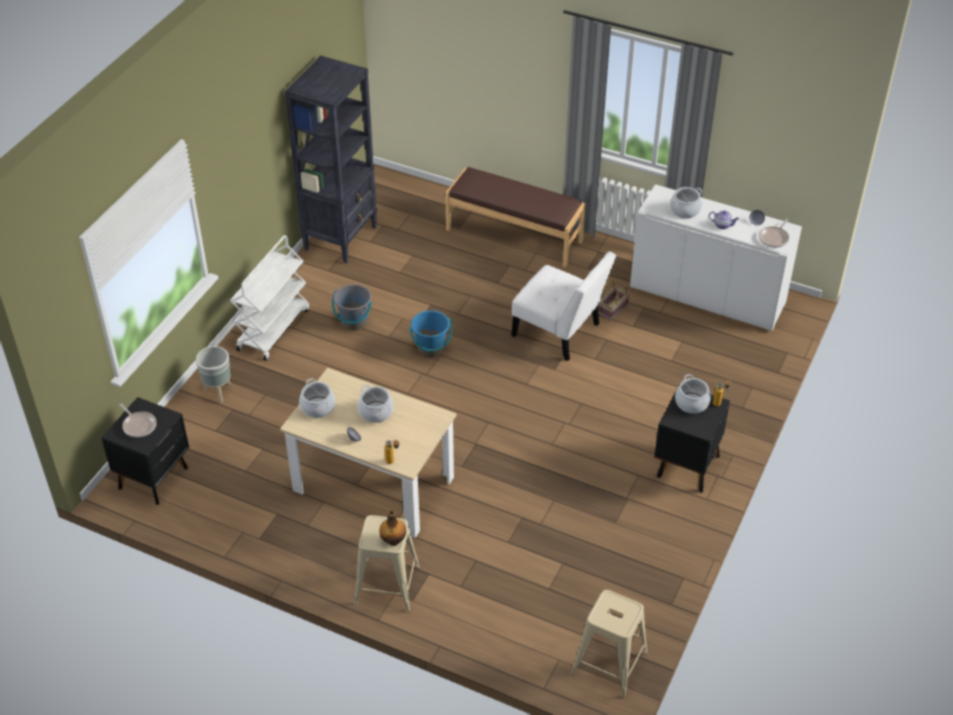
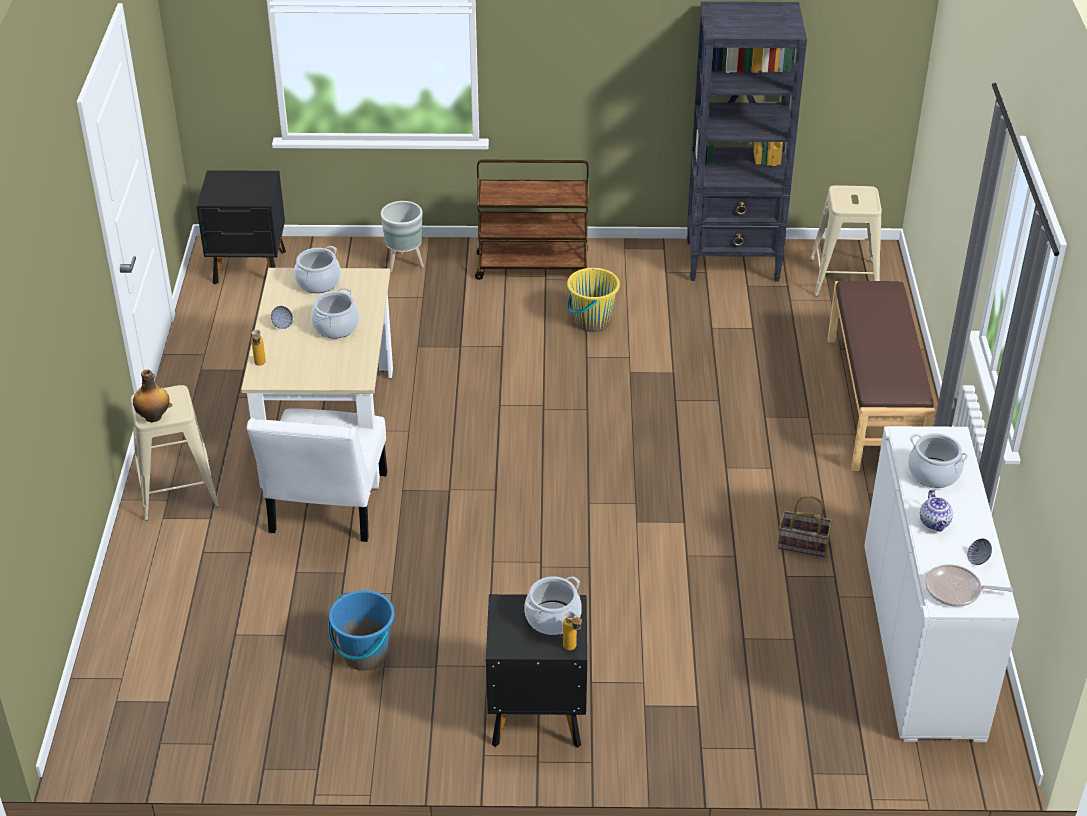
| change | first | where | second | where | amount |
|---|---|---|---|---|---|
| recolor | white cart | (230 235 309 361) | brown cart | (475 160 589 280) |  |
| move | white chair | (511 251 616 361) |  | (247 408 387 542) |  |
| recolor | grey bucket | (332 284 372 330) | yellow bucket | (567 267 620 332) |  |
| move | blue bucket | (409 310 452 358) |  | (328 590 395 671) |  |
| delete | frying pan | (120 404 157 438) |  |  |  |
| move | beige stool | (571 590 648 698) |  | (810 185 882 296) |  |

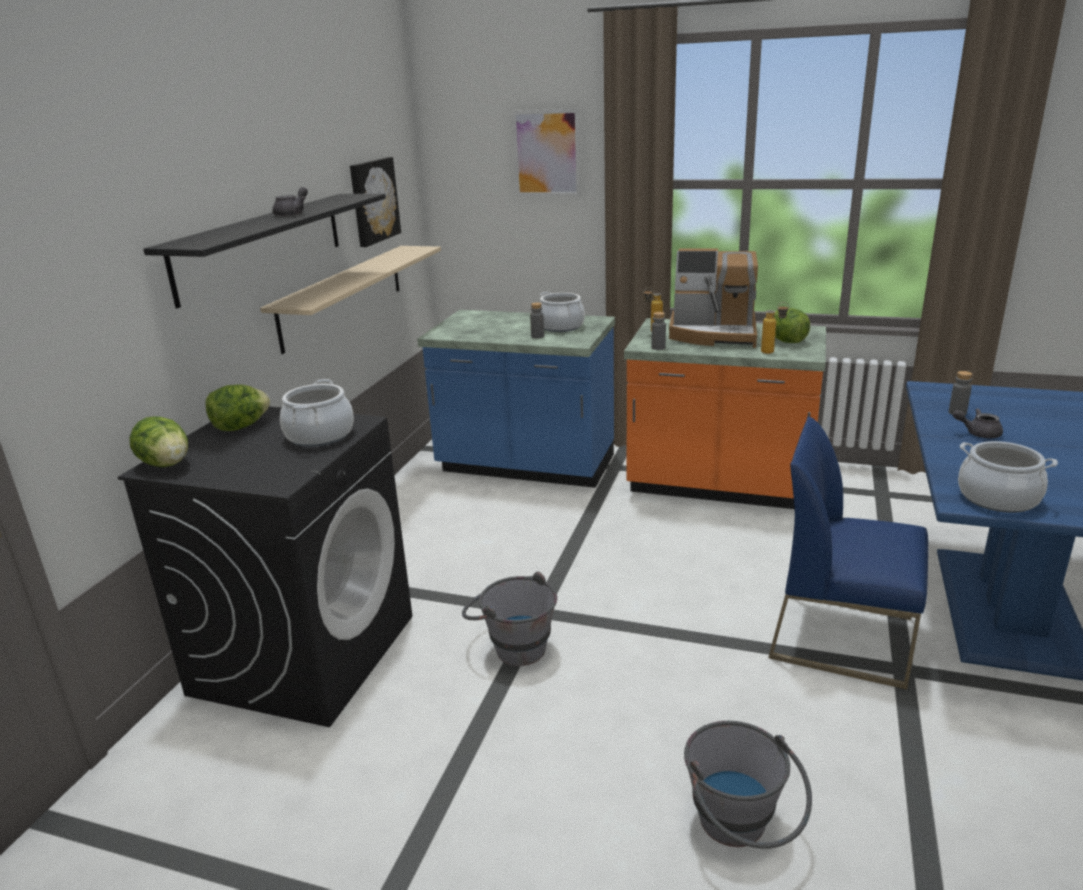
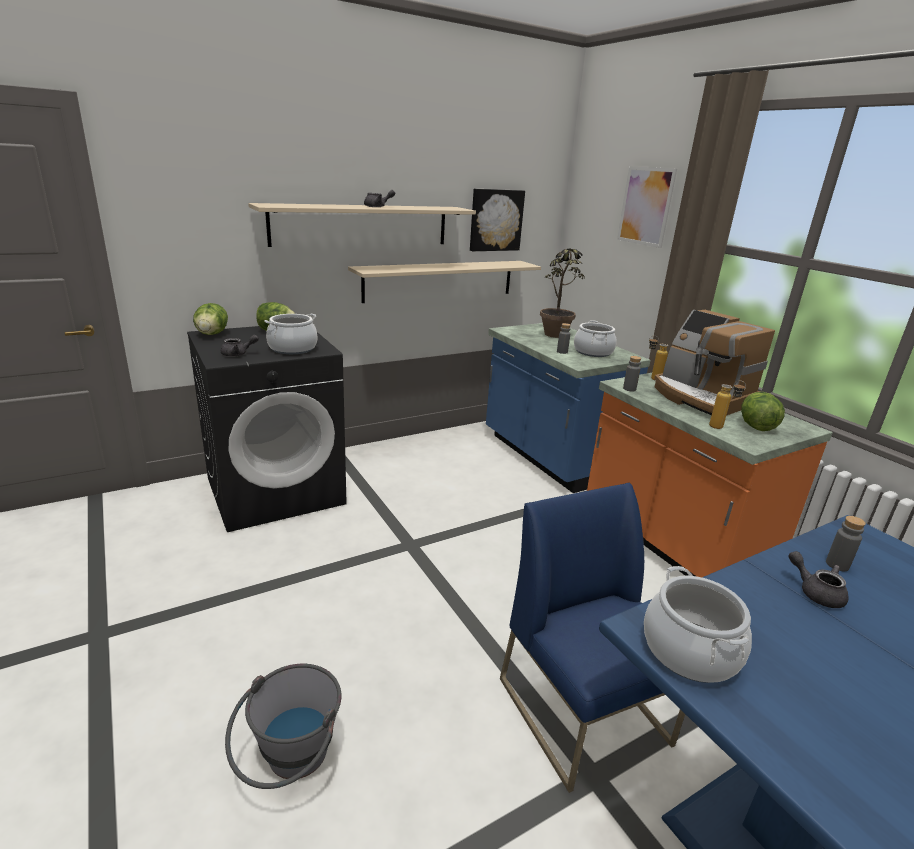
| change | first | where | second | where | amount |
|---|---|---|---|---|---|
| recolor | black shelf | (143 194 386 308) | beige shelf | (248 203 476 247) |  |
| delete | grey bucket | (462 572 557 666) |  |  |  |
| insert |  |  | potted plant | (540 248 585 338) |  |
| insert |  |  | grey teapot | (221 335 259 357) |  |

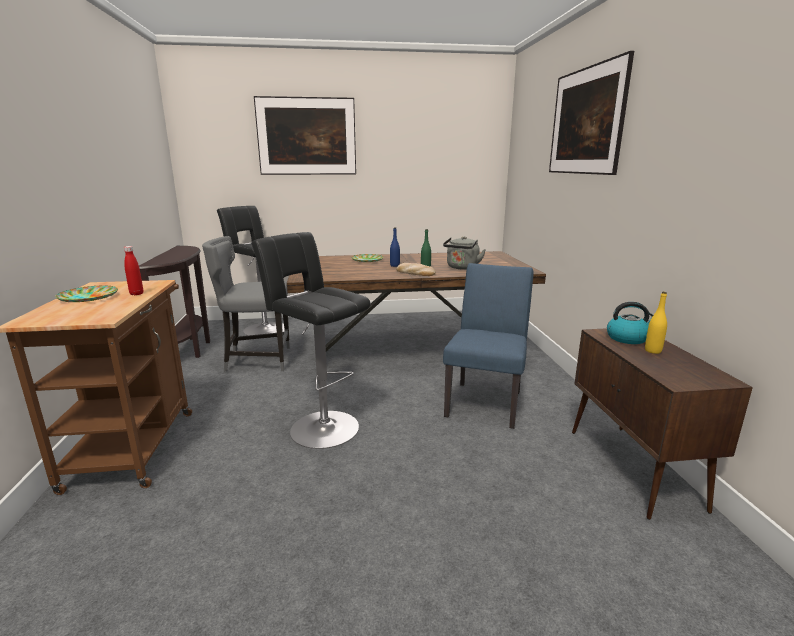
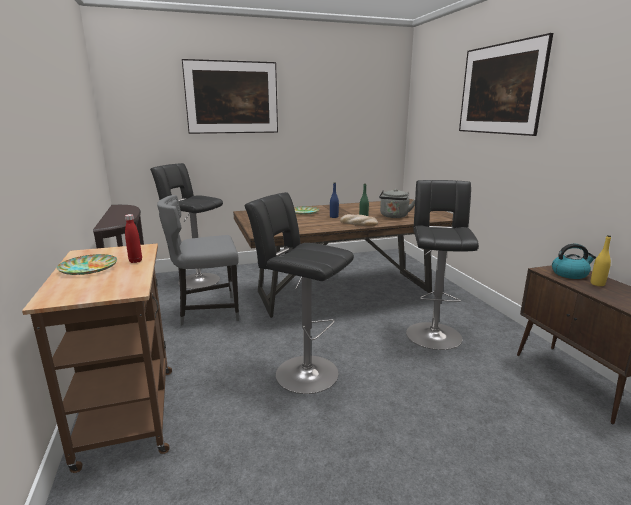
| change | first | where | second | where | amount |
|---|---|---|---|---|---|
| replace | blue chair | (443 263 534 429) | black stool | (406 180 479 350) |  |

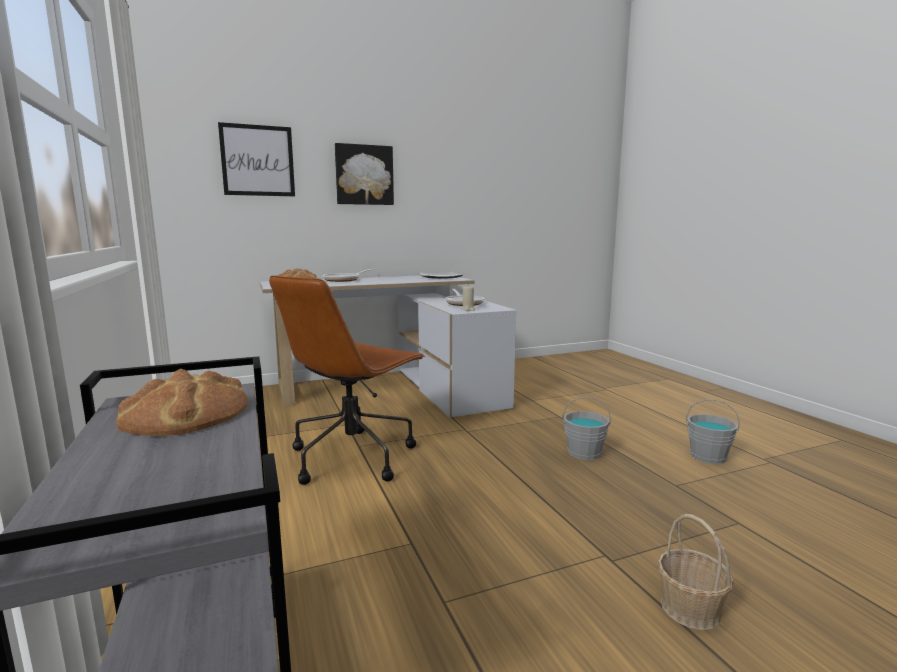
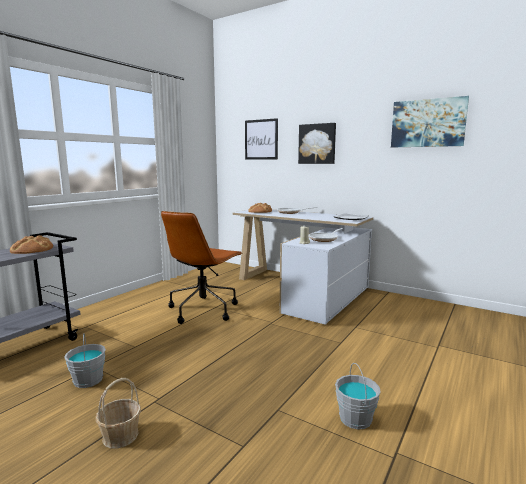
| change | first | where | second | where | amount |
|---|---|---|---|---|---|
| rotate | brown office chair | (269 275 425 485) |  | (161 211 243 324) | 60 degrees counterclockwise |
| move | grey bucket | (562 397 611 460) |  | (64 333 106 388) |  |
| insert |  |  | picture | (391 96 469 147) |  |

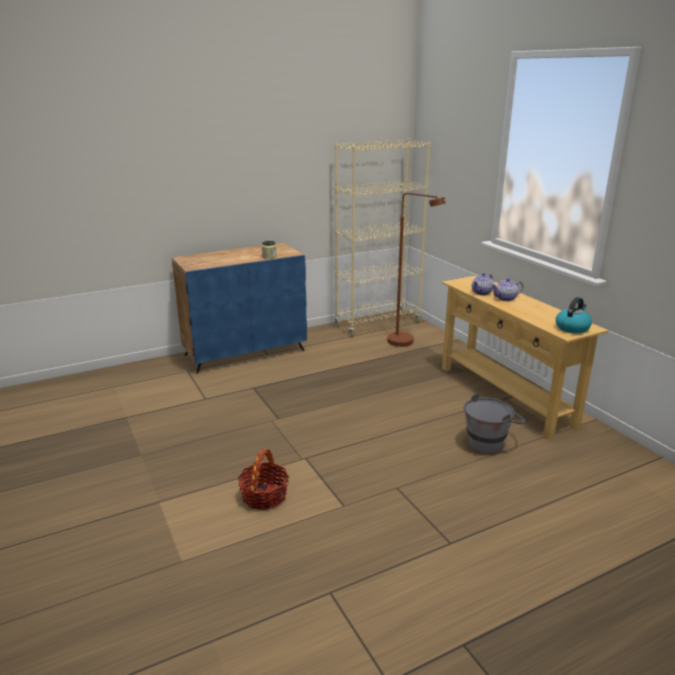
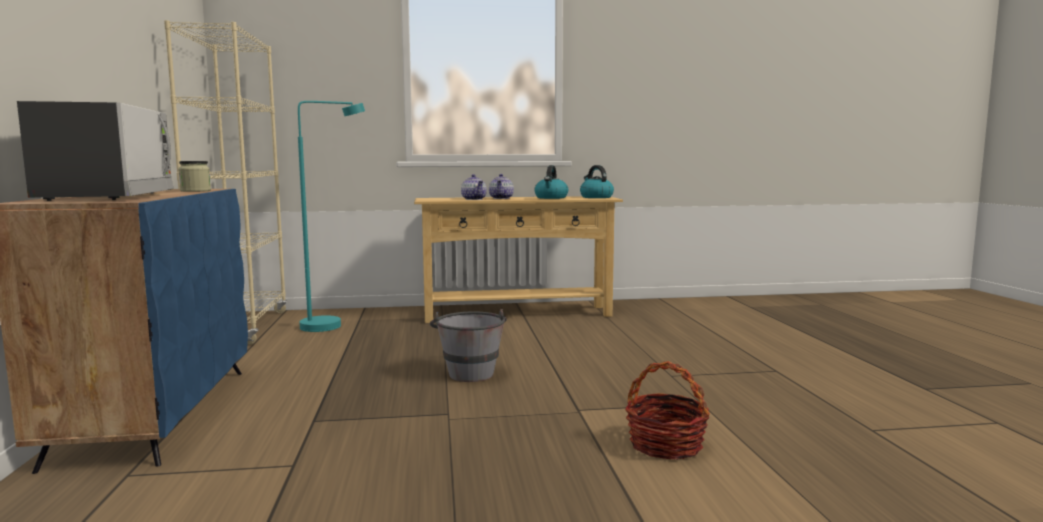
| change | first | where | second | where | amount |
|---|---|---|---|---|---|
| recolor | brown floor lamp | (387 193 446 347) | turquoise floor lamp | (298 101 365 332) |  |
| move | grey bucket | (464 393 525 453) |  | (430 309 507 382) |  |
| insert |  |  | microwave | (17 101 174 201) |  |
| insert |  |  | kettle | (534 165 568 199) |  |

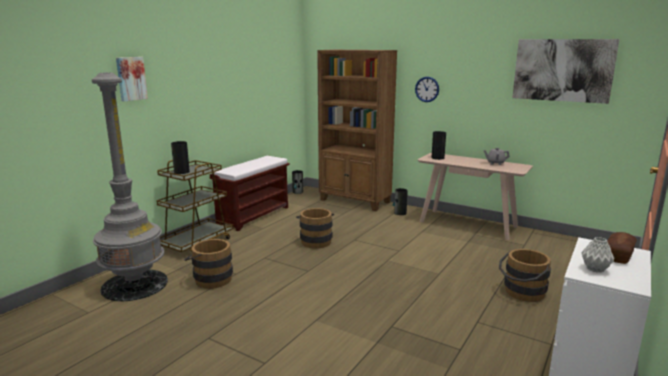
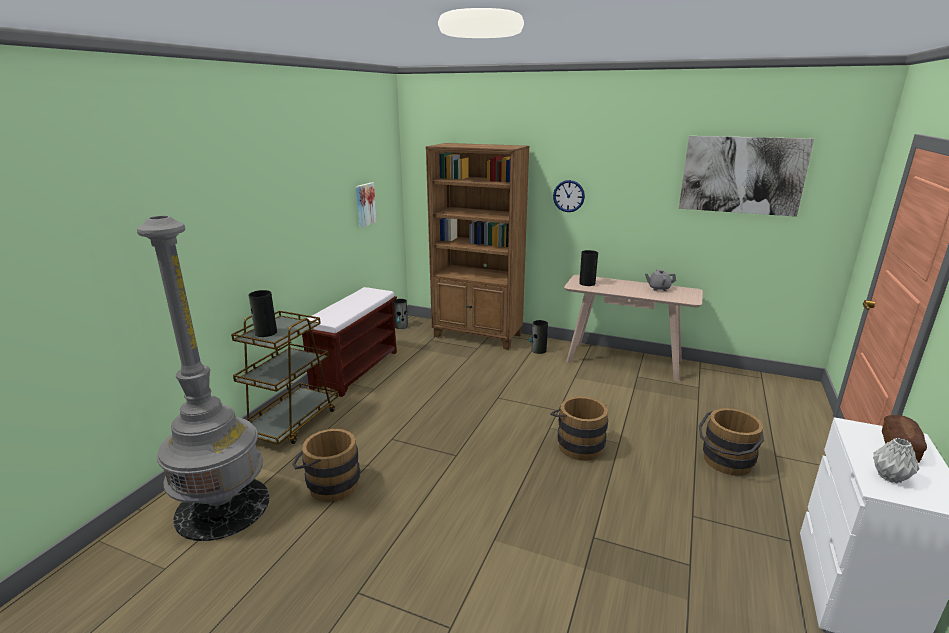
| change | first | where | second | where | amount |
|---|---|---|---|---|---|
| move | picture | (116 57 148 102) |  | (356 183 377 227) |  |
| move | brown bucket | (296 208 334 249) |  | (551 396 608 461) |  |

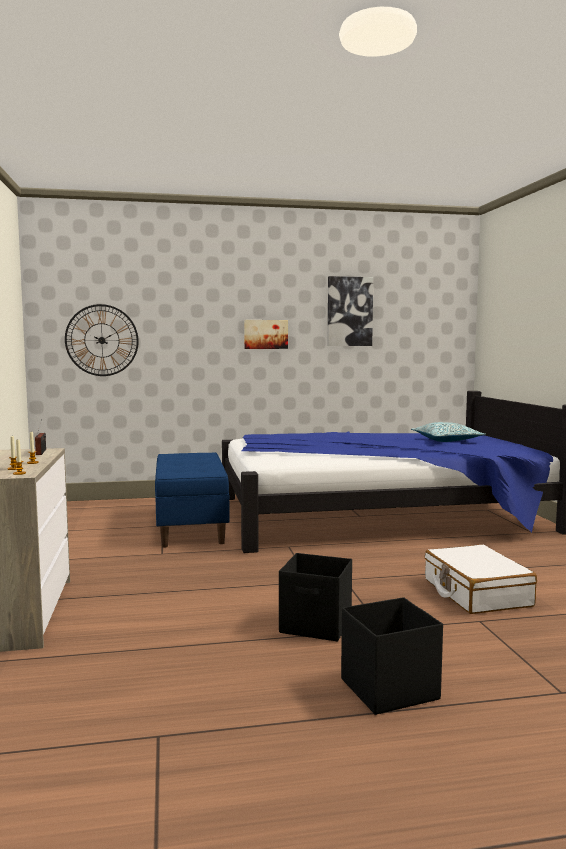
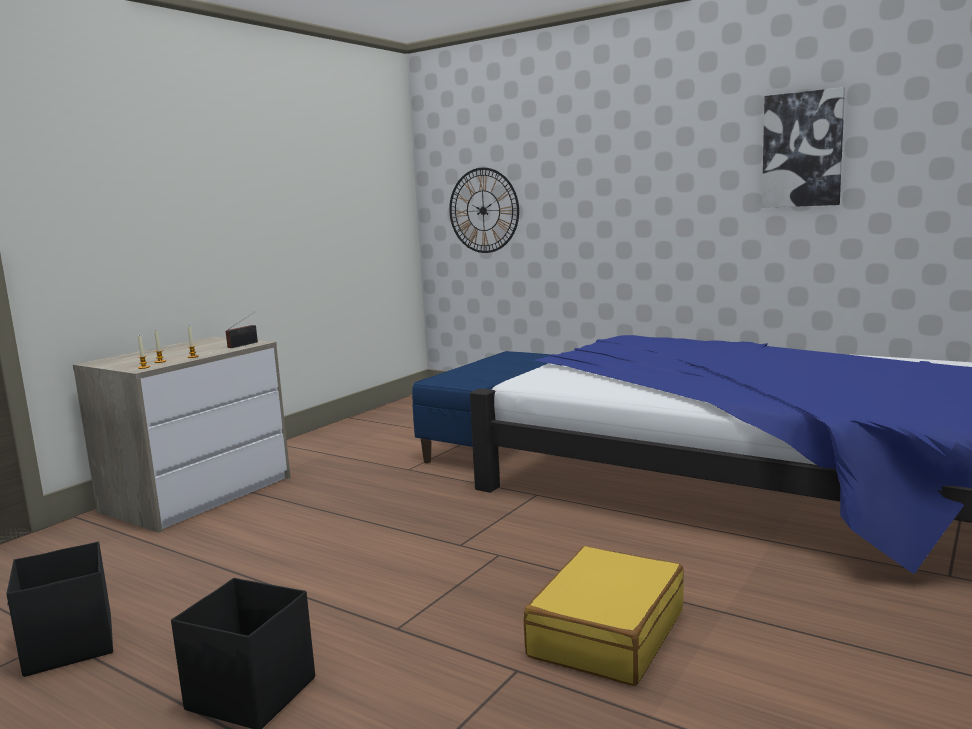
| change | first | where | second | where | amount |
|---|---|---|---|---|---|
| delete | picture | (244 320 288 349) |  |  |  |
| delete | pillow | (411 422 485 442) |  |  |  |
| recolor | white suitcase | (425 544 537 614) | yellow suitcase | (524 546 684 686) |  |
| move | black storage box | (279 553 352 642) |  | (6 542 113 677) |  |

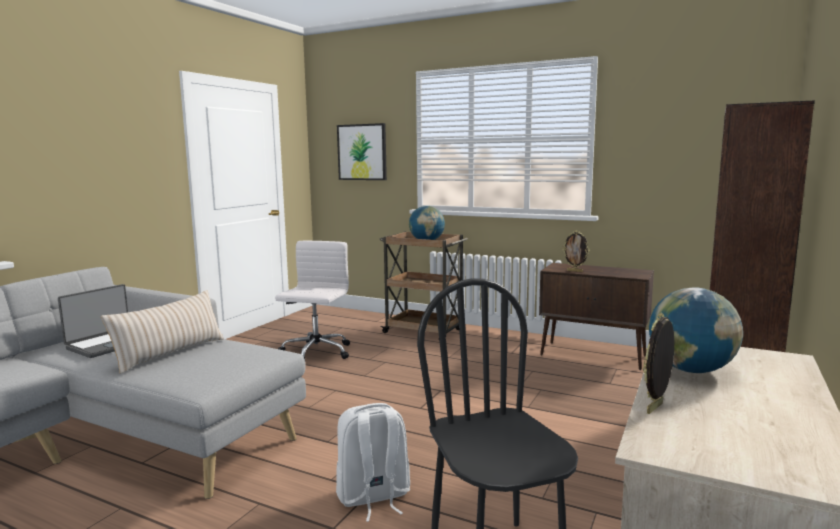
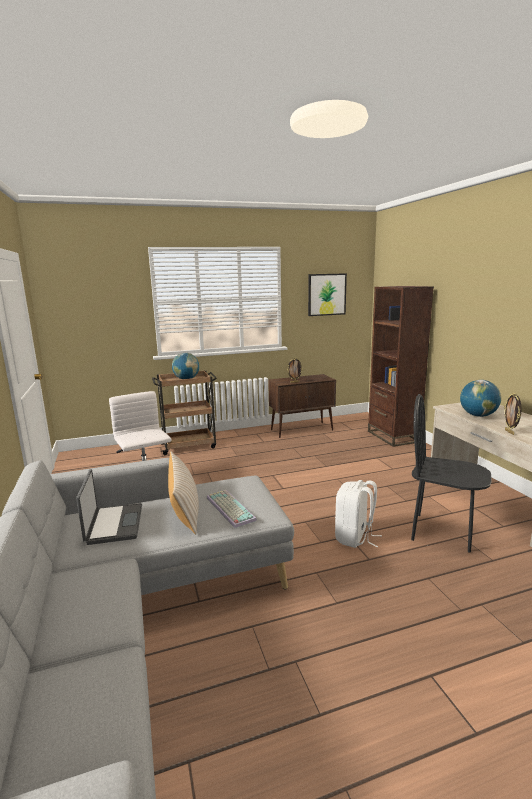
| change | first | where | second | where | amount |
|---|---|---|---|---|---|
| move | picture | (337 123 387 180) |  | (308 273 347 316) |  |
| insert |  |  | keyboard | (207 490 257 528) |  |

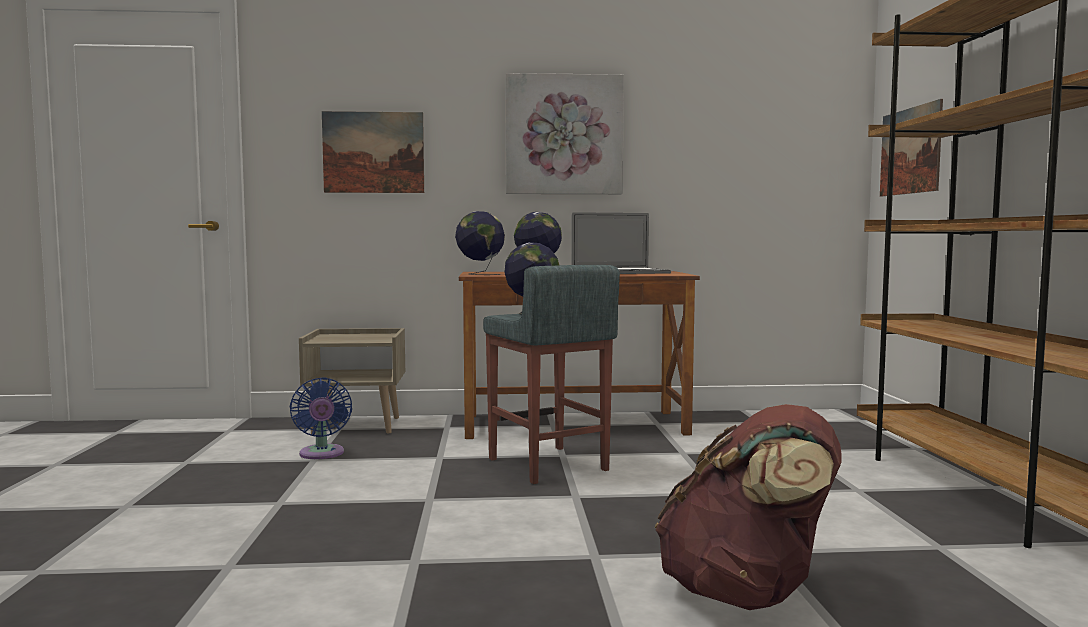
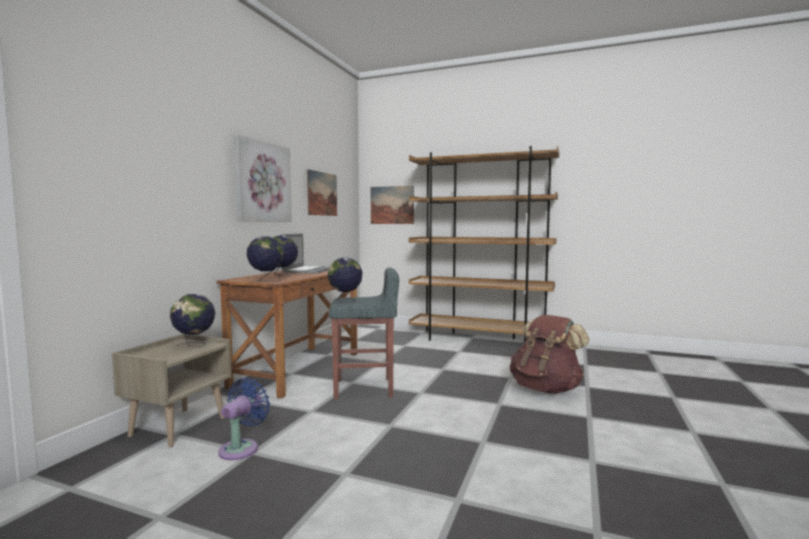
| change | first | where | second | where | amount |
|---|---|---|---|---|---|
| move | picture | (322 111 424 193) |  | (307 169 337 216) |  |
| rotate | blue fan | (290 377 352 459) |  | (218 378 270 460) | 75 degrees counterclockwise |
| insert |  |  | globe | (170 294 215 346) |  |

